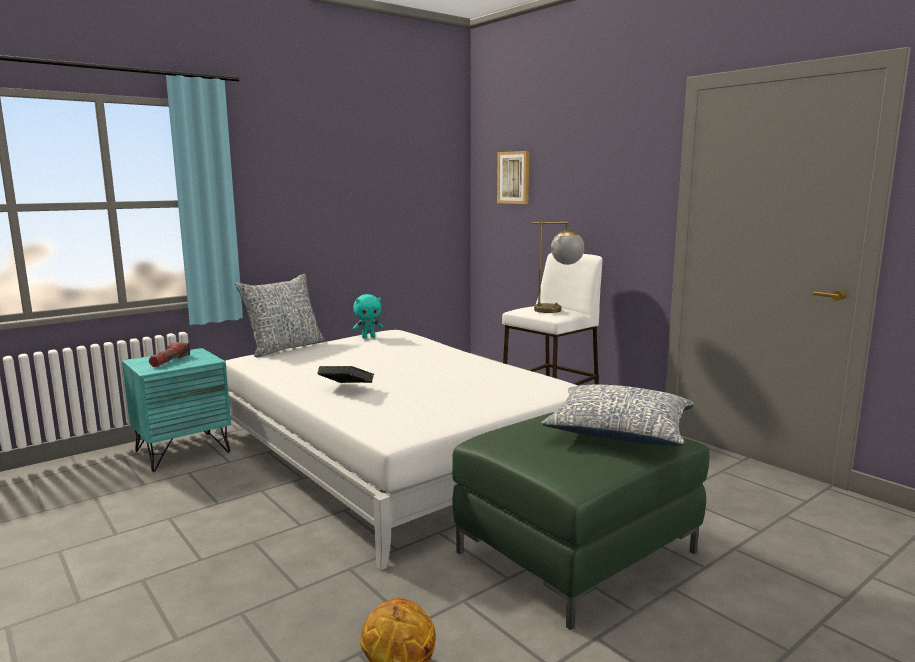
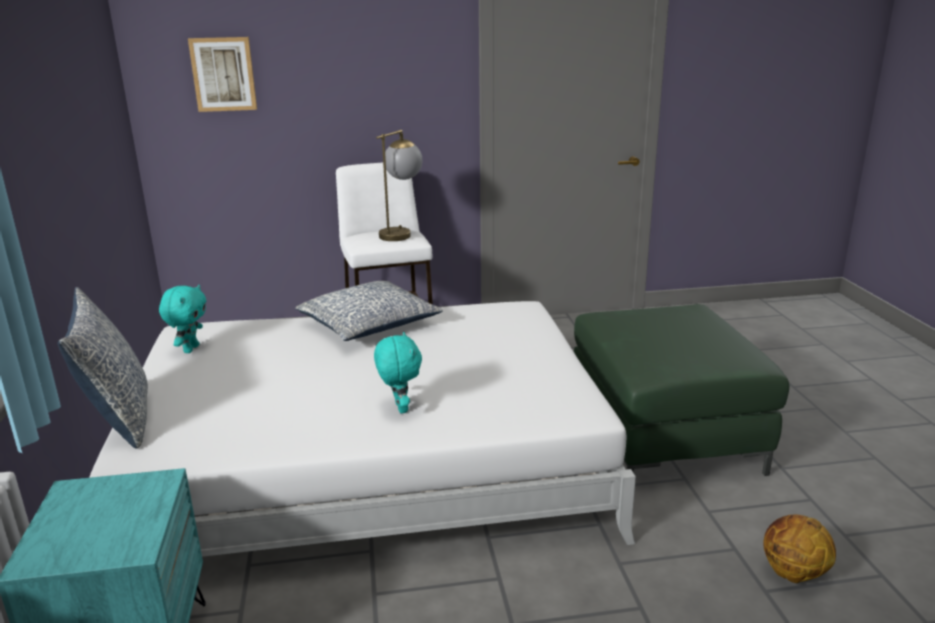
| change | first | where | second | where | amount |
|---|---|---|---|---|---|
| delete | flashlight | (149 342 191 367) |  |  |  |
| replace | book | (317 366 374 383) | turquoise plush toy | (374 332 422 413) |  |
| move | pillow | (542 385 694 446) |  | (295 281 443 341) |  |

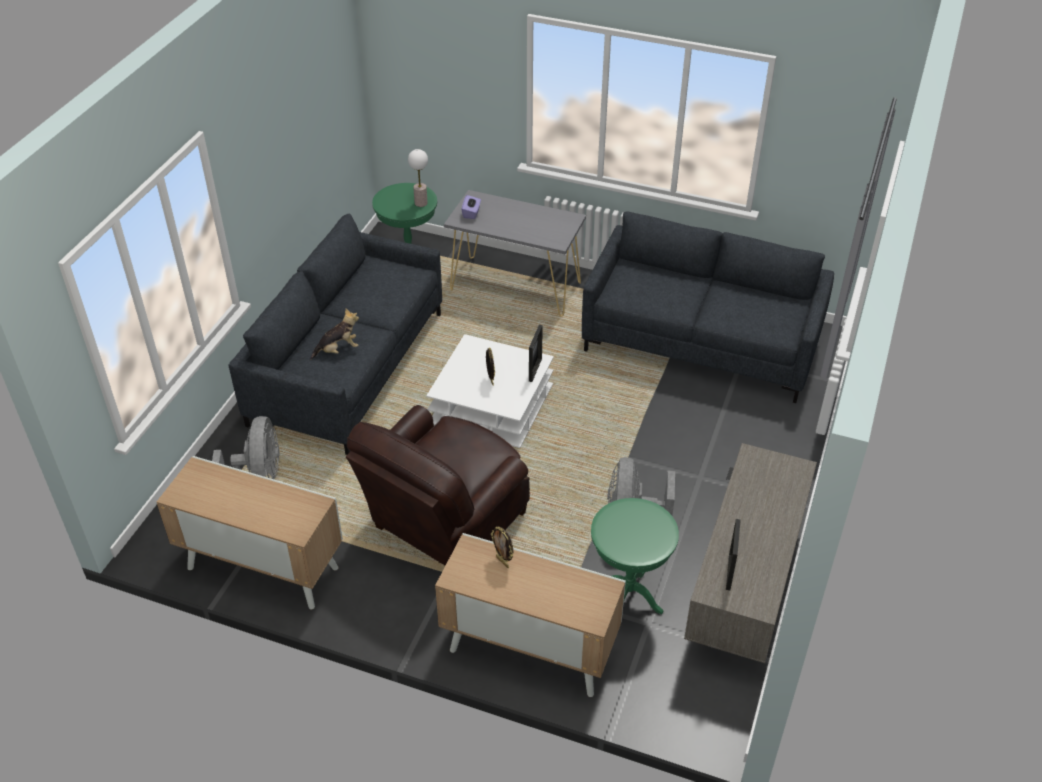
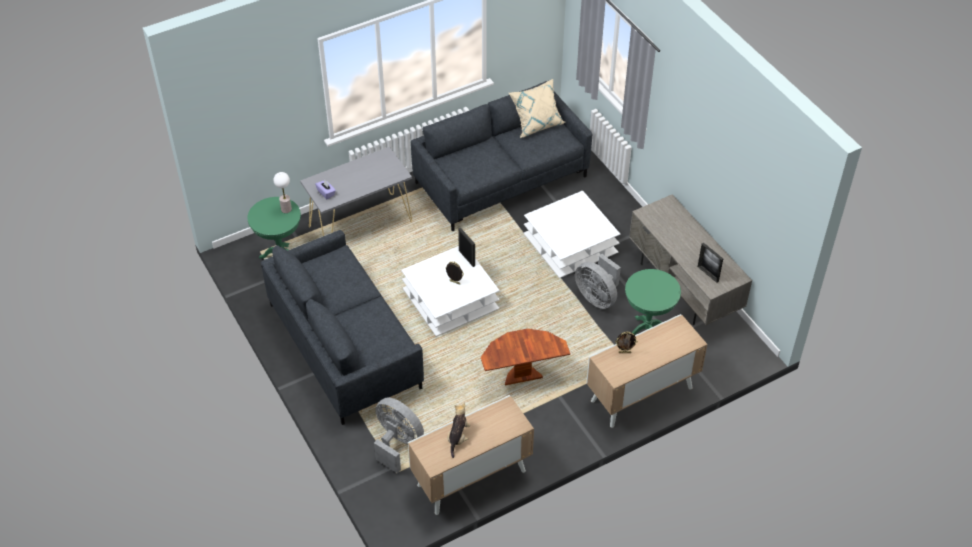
| change | first | where | second | where | amount |
|---|---|---|---|---|---|
| move | plush toy | (310 309 359 360) |  | (448 403 471 458) |  |
| replace | brown armchair | (346 405 530 566) | brown side table | (481 329 570 385) |  |
| insert |  |  | beige pillow | (509 79 565 138) |  |
| insert |  |  | white coffee table | (523 191 620 278) |  |

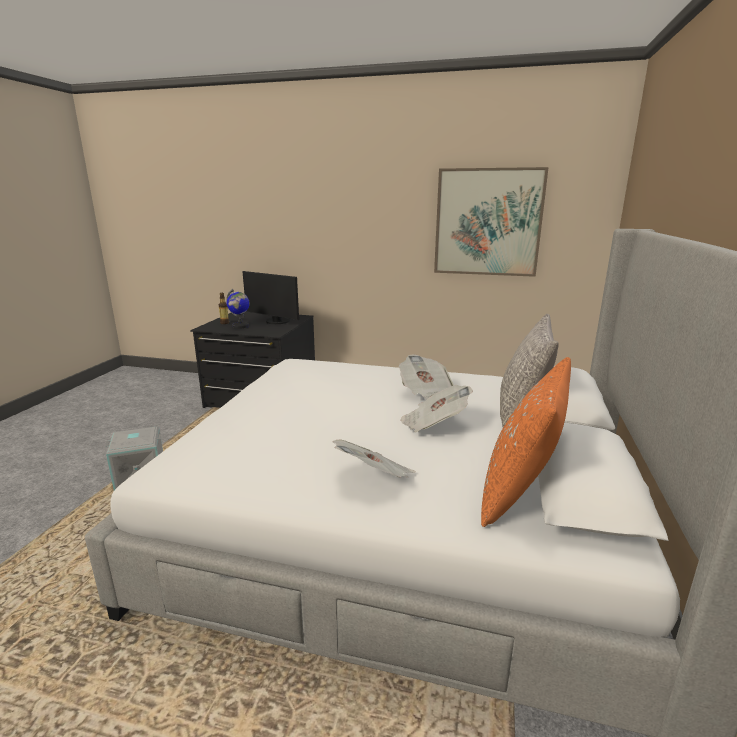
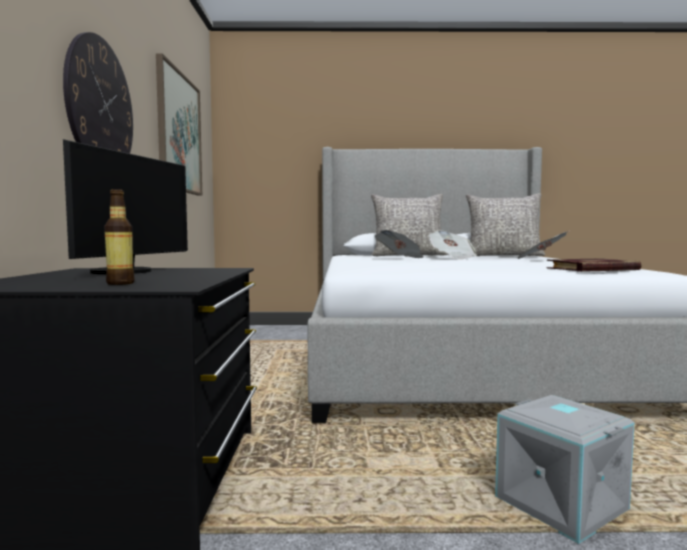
| change | first | where | second | where | amount |
|---|---|---|---|---|---|
| delete | globe | (226 289 250 329) |  |  |  |
| recolor | orange pillow | (481 357 571 527) | grey pillow | (466 193 545 256) |  |
| insert |  |  | wall clock | (63 32 133 154) |  |
| insert |  |  | book | (547 258 641 272) |  |

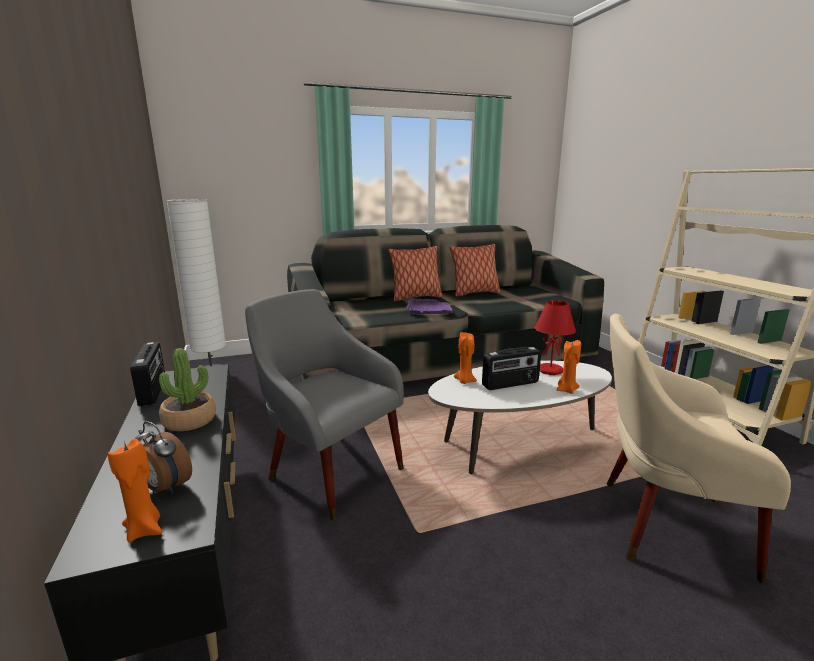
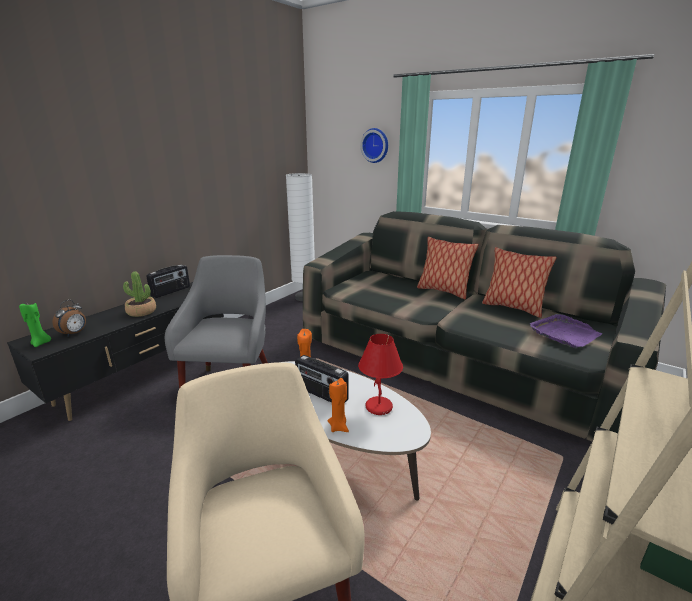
| change | first | where | second | where | amount |
|---|---|---|---|---|---|
| move | purple tray | (406 299 453 314) |  | (530 314 602 348) |  |
| rotate | alarm clock | (135 421 192 494) |  | (52 300 86 337) | 150 degrees counterclockwise |
| recolor | orange candle | (108 439 162 542) | green candle | (19 303 51 347) |  |
| insert |  |  | wall clock | (360 128 388 163) |  |

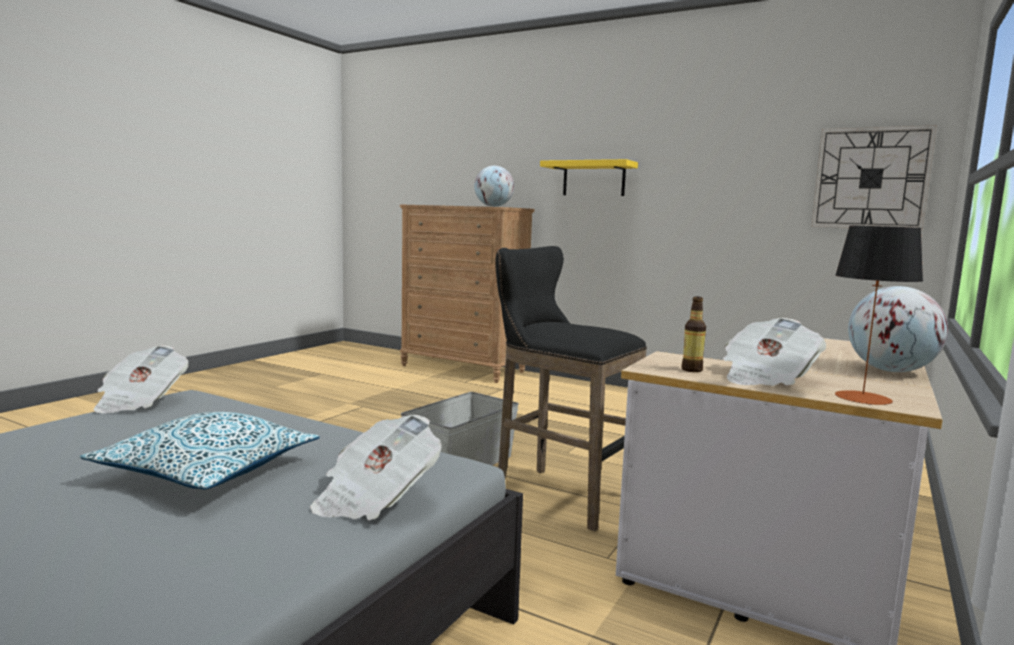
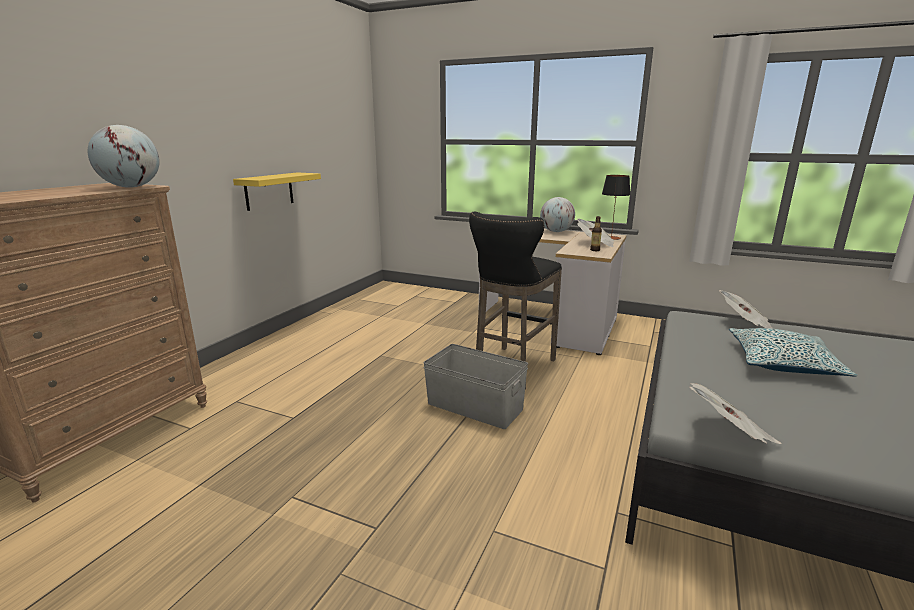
| change | first | where | second | where | amount |
|---|---|---|---|---|---|
| delete | wall clock | (812 125 937 230) |  |  |  |
| move | yellow shelf | (540 159 638 196) |  | (233 173 321 211) |  |

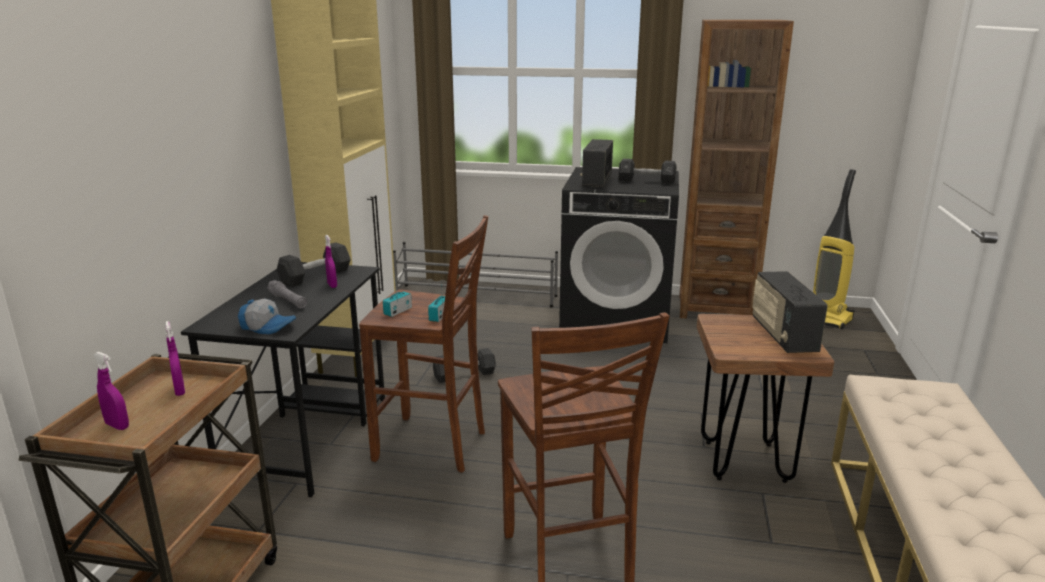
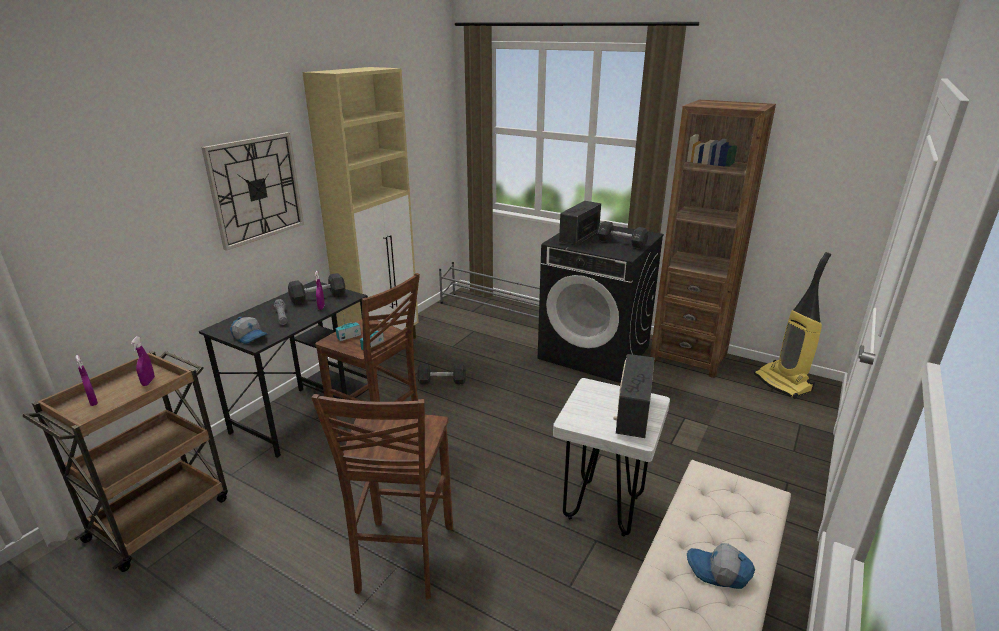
| change | first | where | second | where | amount |
|---|---|---|---|---|---|
| recolor | brown stool | (697 314 835 483) | white stool | (553 378 670 536) |  |
| insert |  |  | wall clock | (201 132 304 251) |  |
| insert |  |  | cap | (687 543 755 589) |  |

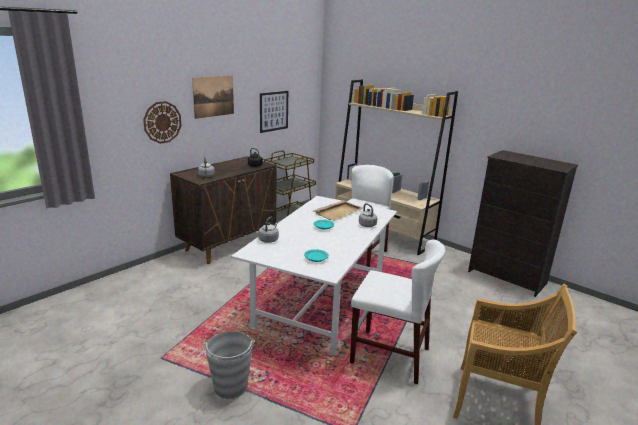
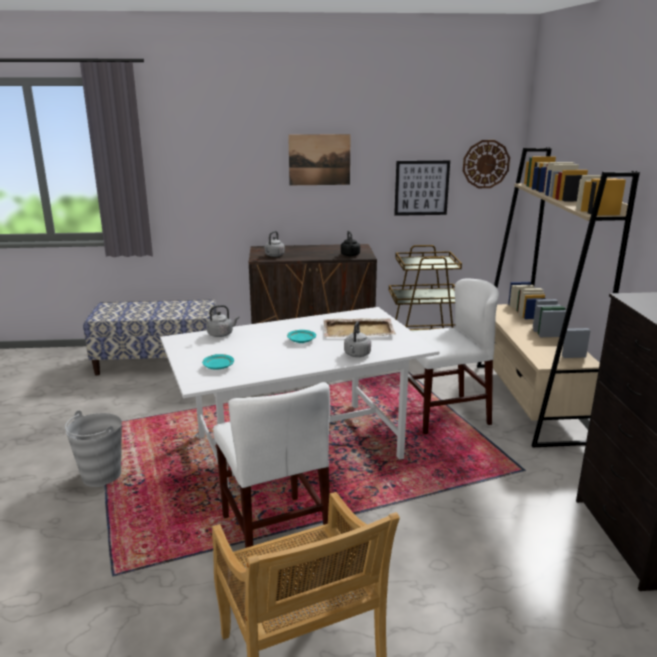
| change | first | where | second | where | amount |
|---|---|---|---|---|---|
| move | wall clock | (143 101 182 144) |  | (463 140 510 188) |  |
| insert |  |  | bench | (83 300 217 375) |  |

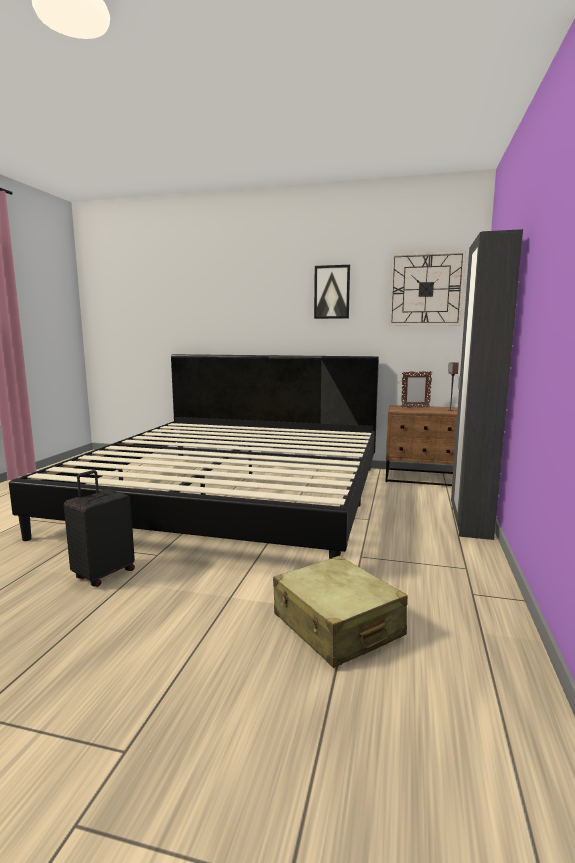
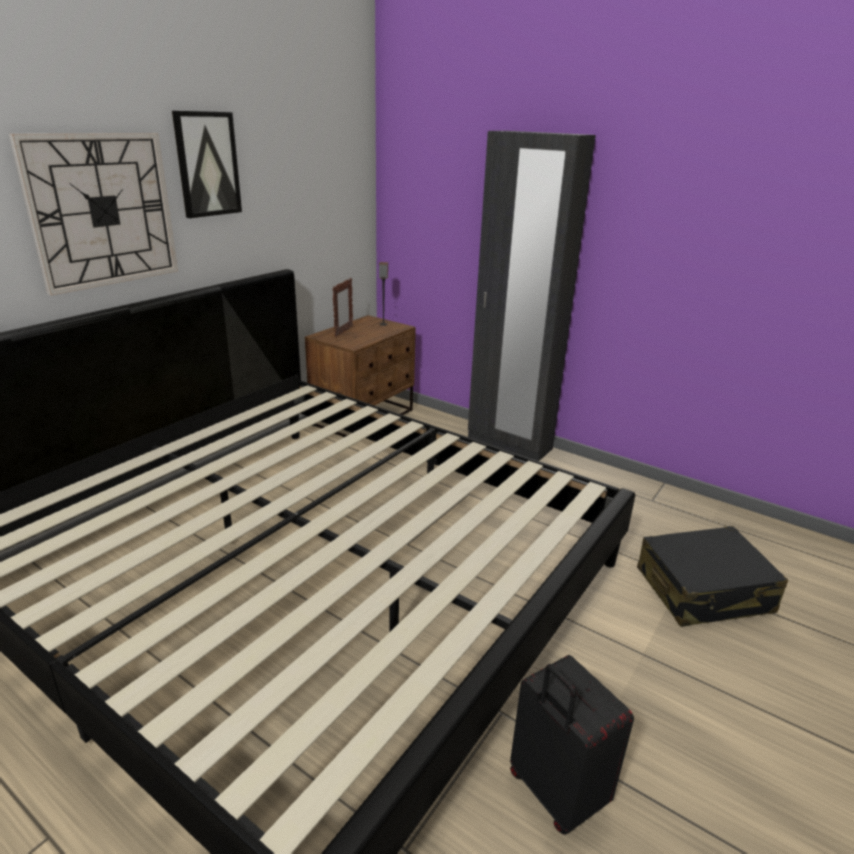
| change | first | where | second | where | amount |
|---|---|---|---|---|---|
| move | wall clock | (389 251 466 326) |  | (9 133 178 295) |  |
| recolor | beige suitcase | (273 556 408 668) | black suitcase | (637 526 788 627) |  |

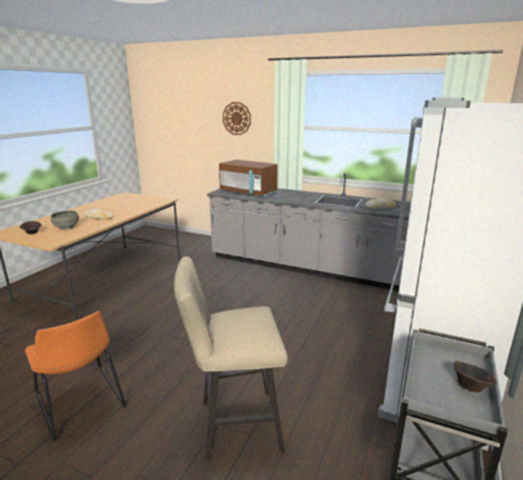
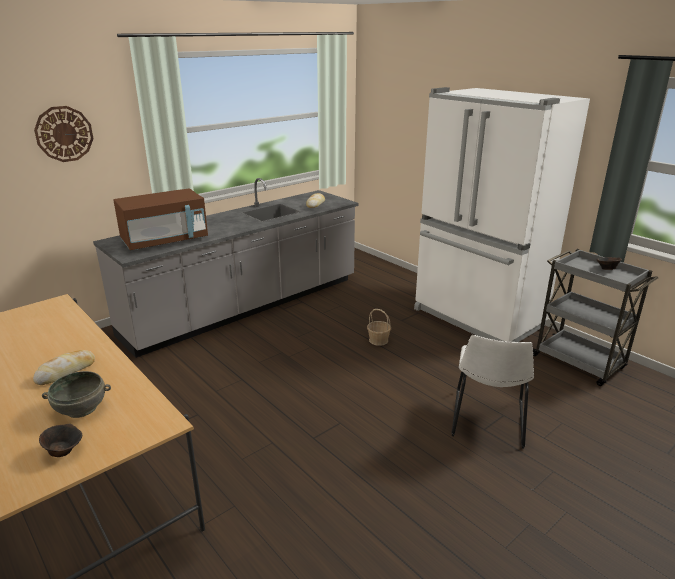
| change | first | where | second | where | amount |
|---|---|---|---|---|---|
| replace | beige stool | (174 256 288 459) | white chair | (451 335 534 449) |  |
| delete | orange chair | (25 311 126 442) |  |  |  |
| insert |  |  | basket | (367 309 391 346) |  |

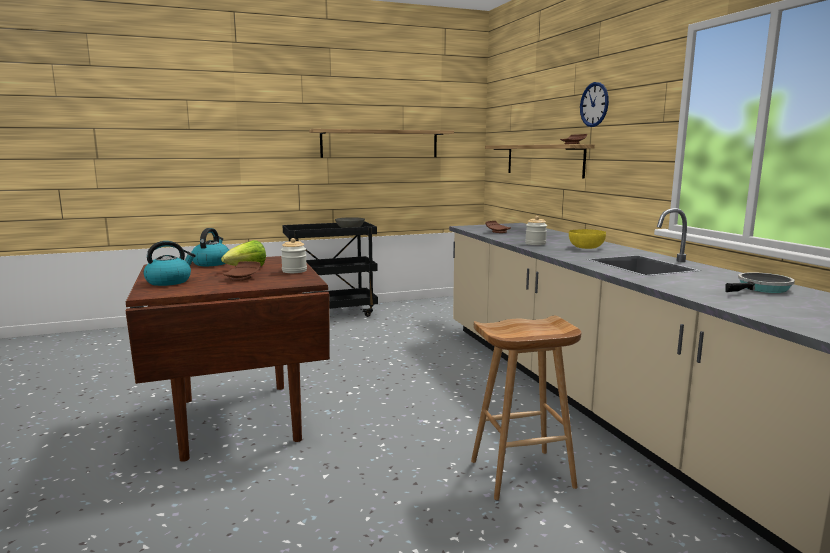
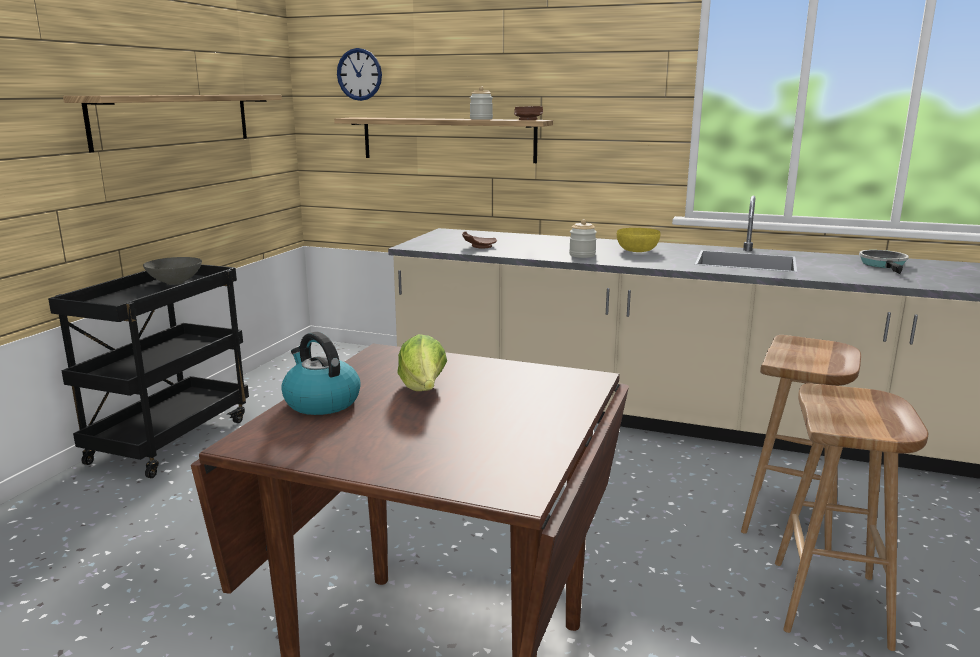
| change | first | where | second | where | amount |
|---|---|---|---|---|---|
| move | wall clock | (580 82 609 127) |  | (337 48 382 101) |  |
| move | jar | (281 238 307 273) |  | (470 86 493 120) |  |
| delete | kettle | (144 241 196 286) |  |  |  |
| delete | brown plate | (222 261 261 281) |  |  |  |
| insert |  |  | brown stool | (775 383 928 651) |  |

